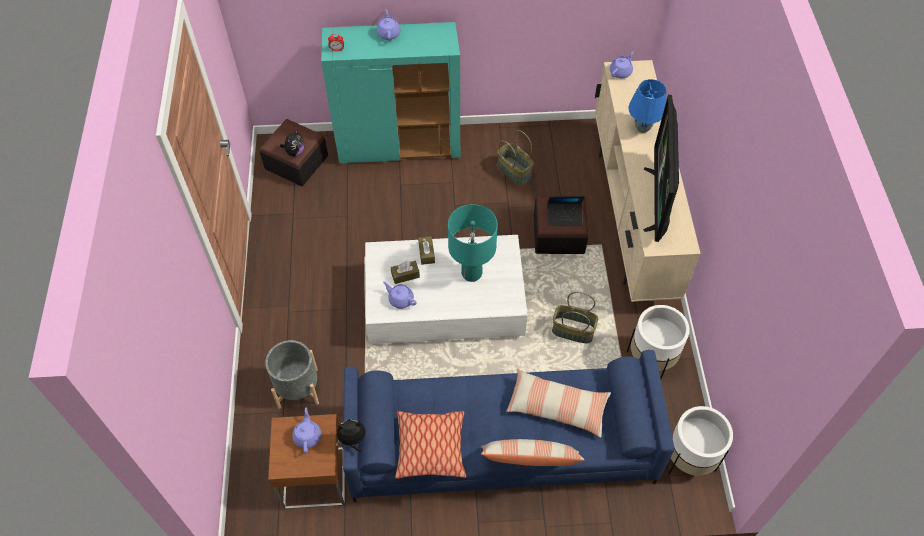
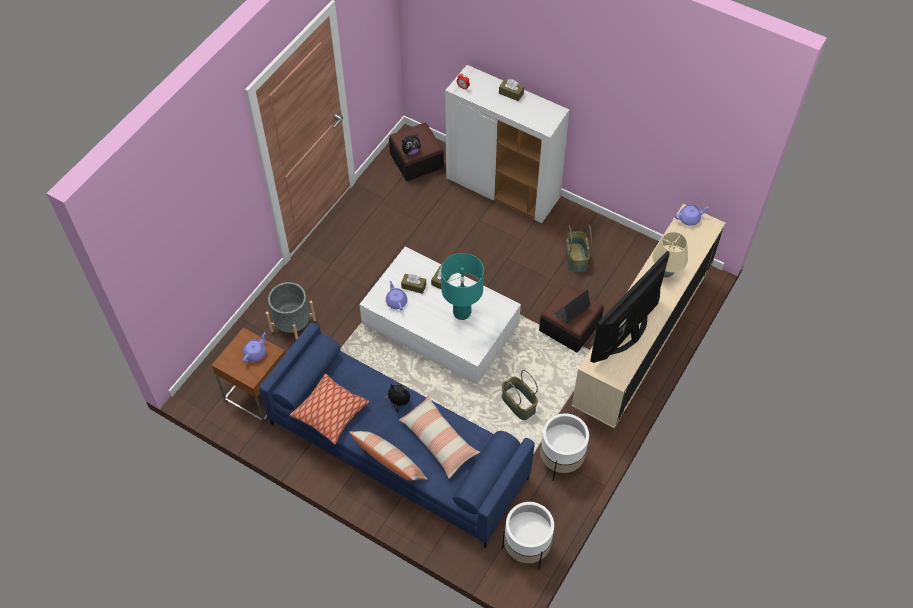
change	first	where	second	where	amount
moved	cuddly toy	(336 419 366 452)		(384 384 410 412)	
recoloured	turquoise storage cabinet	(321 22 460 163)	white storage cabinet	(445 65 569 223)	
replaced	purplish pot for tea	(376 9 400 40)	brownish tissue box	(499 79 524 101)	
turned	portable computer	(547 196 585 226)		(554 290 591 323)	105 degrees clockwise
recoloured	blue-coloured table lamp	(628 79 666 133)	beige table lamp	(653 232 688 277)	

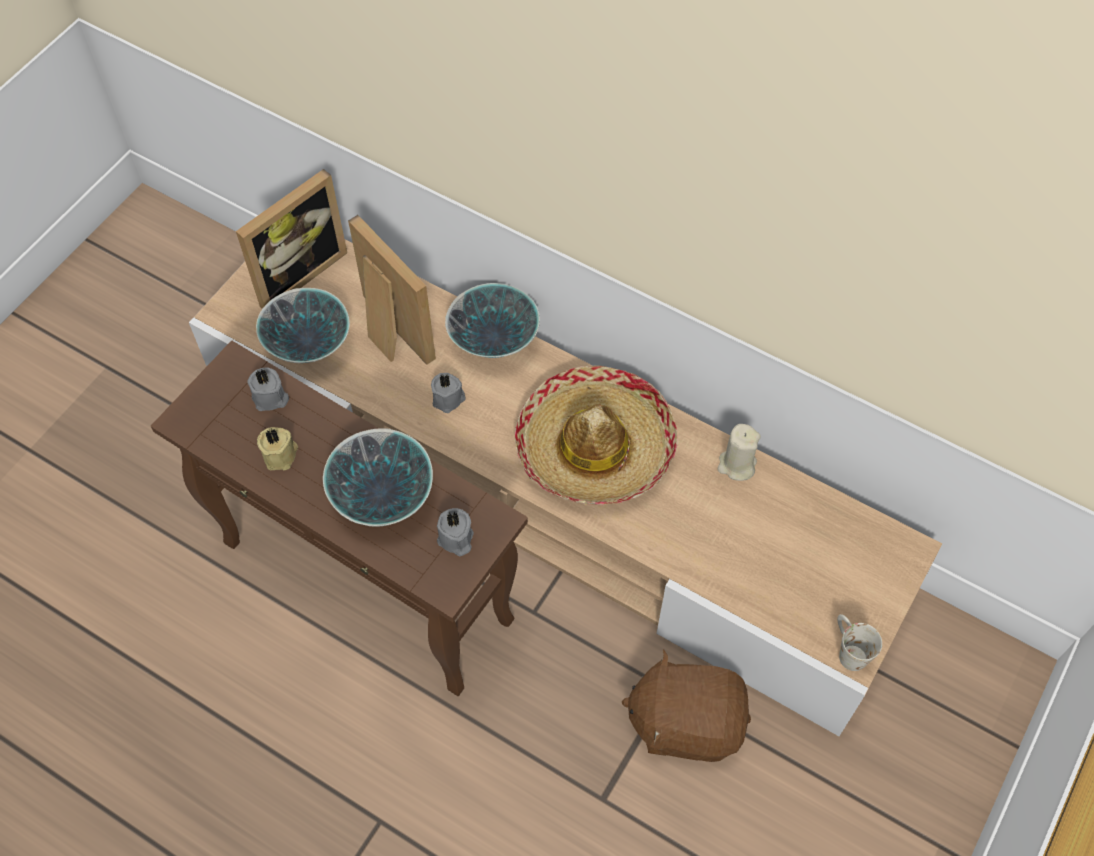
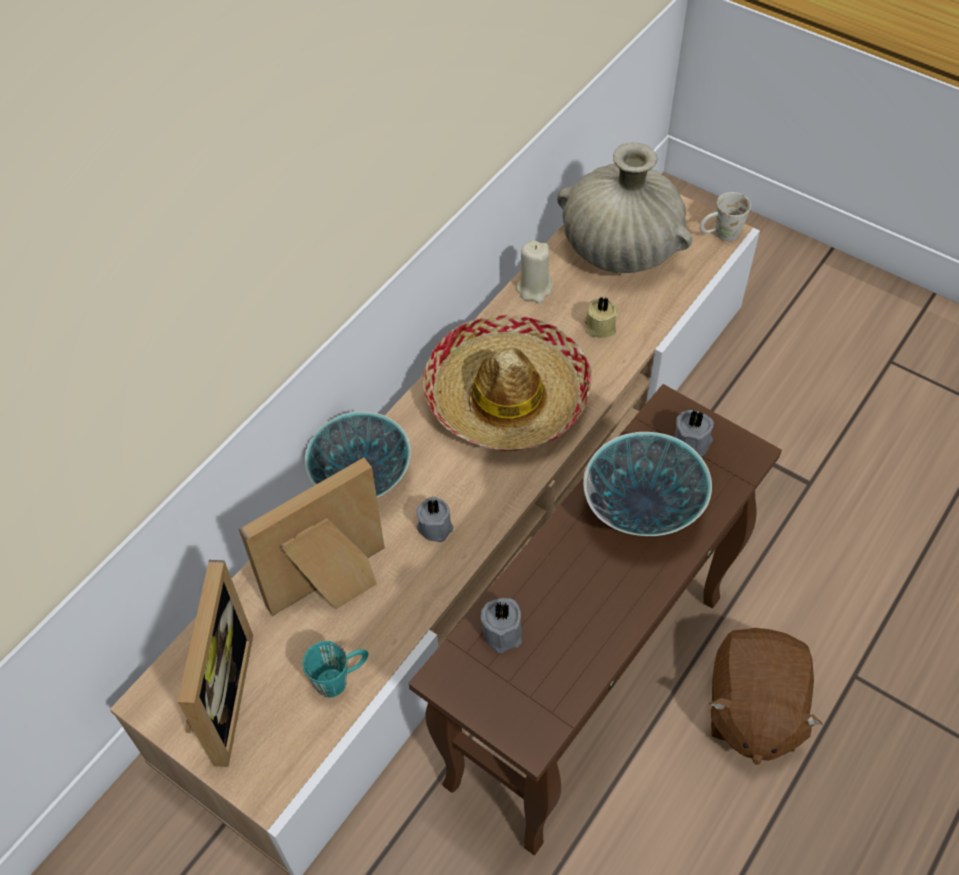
change	first	where	second	where	amount
turned	picture frame	(236 169 347 309)		(178 560 253 767)	45 degrees clockwise
replaced	bowl	(256 288 350 363)	turquoise mug	(303 641 368 697)	
added			beige decorative vase	(557 143 692 273)	
moved	beige candle	(257 427 298 470)		(584 296 617 338)	
moved	brownish cuddly toy	(622 649 751 762)		(709 628 823 765)	

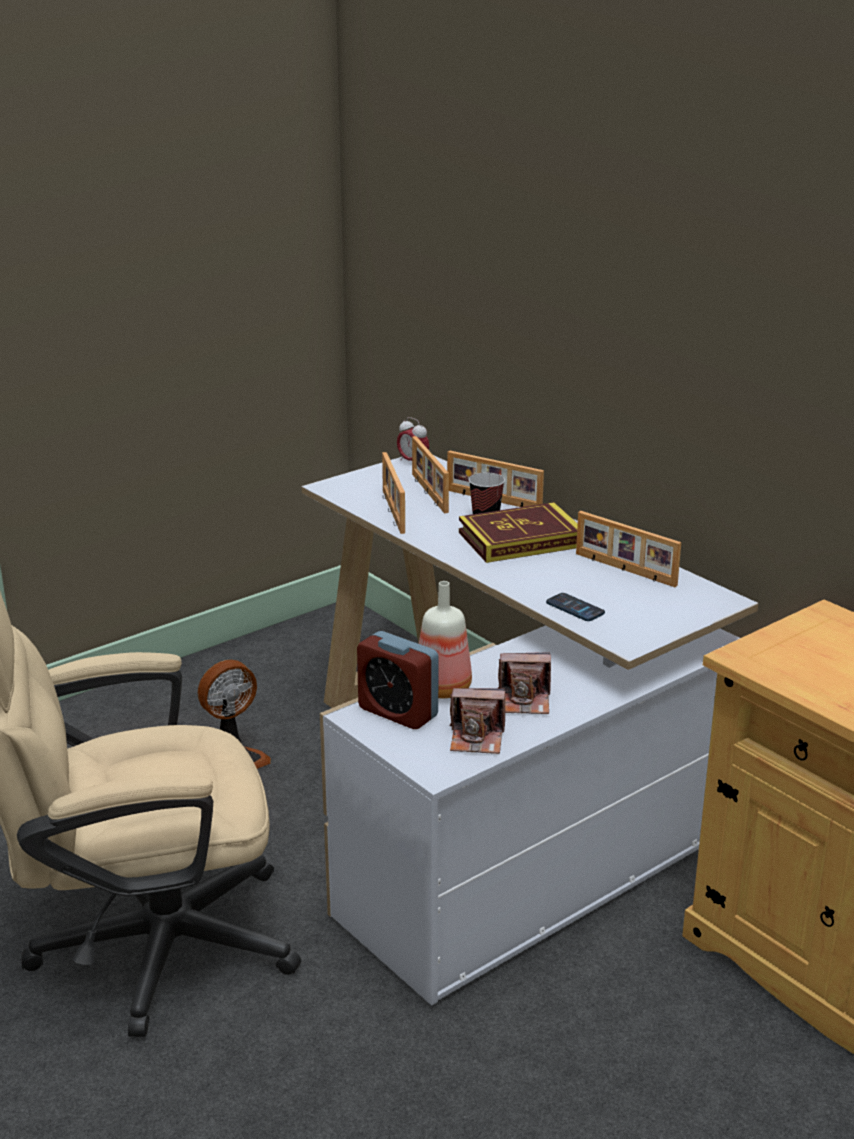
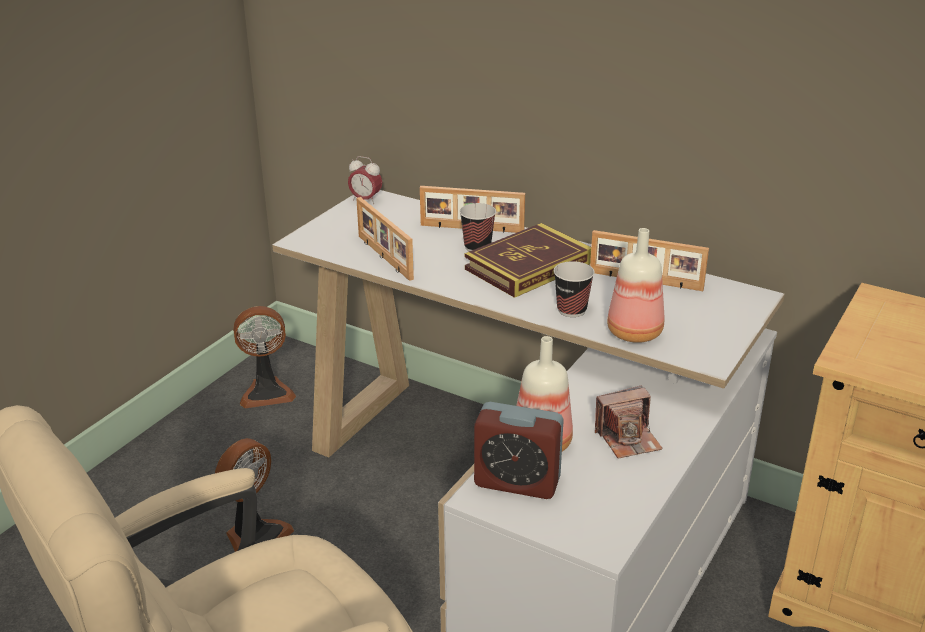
change	first	where	second	where	amount
added			fan	(233 306 296 408)	
added			drinking cup	(554 261 595 317)	
replaced	telephone	(546 593 605 621)	drink bottle	(607 228 664 343)	
removed	picture frame	(412 436 449 513)			
removed	still camera	(450 688 505 754)			

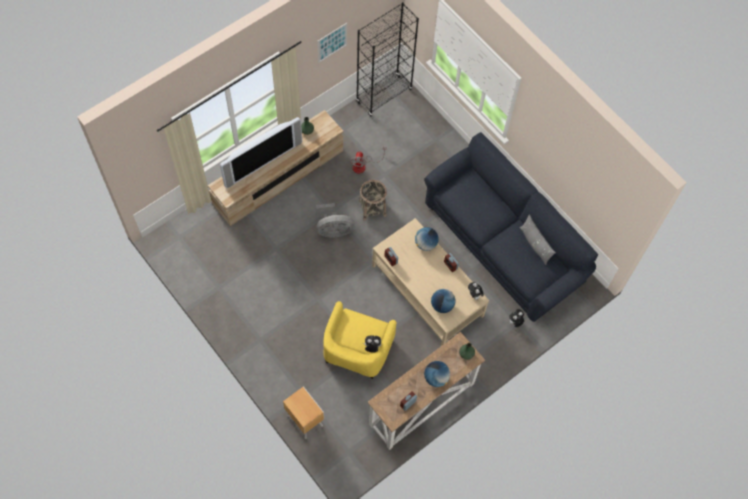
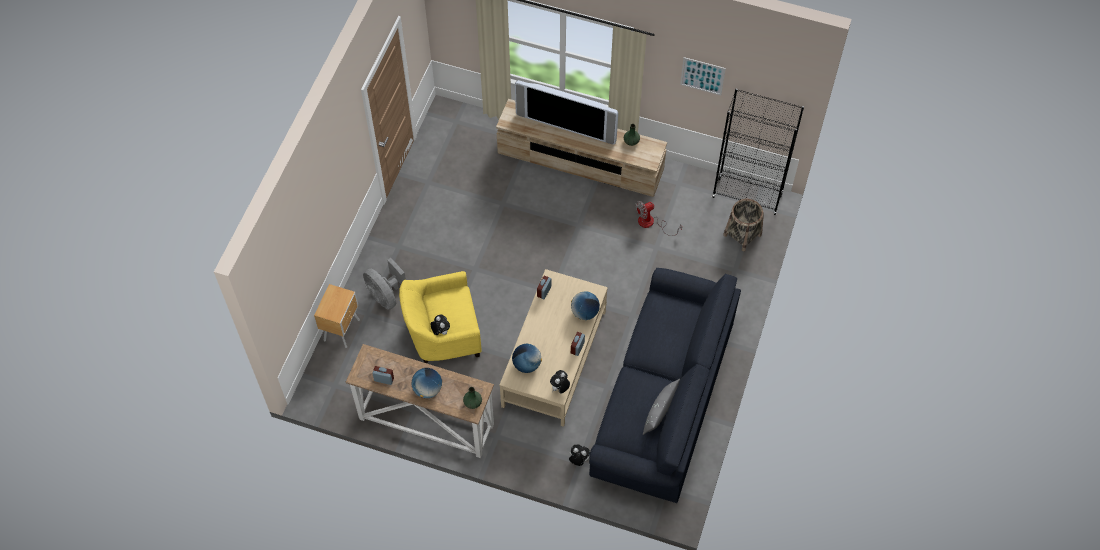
change	first	where	second	where	amount
moved	grey fan	(316 203 355 237)		(363 258 406 310)	
moved	household basket	(359 180 387 221)		(723 199 764 251)	

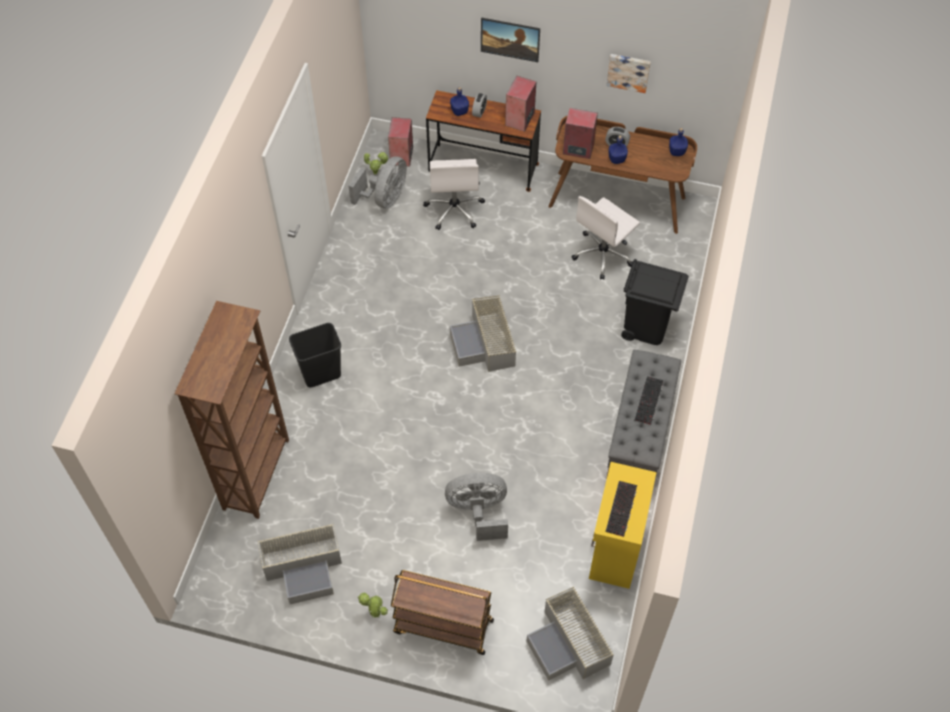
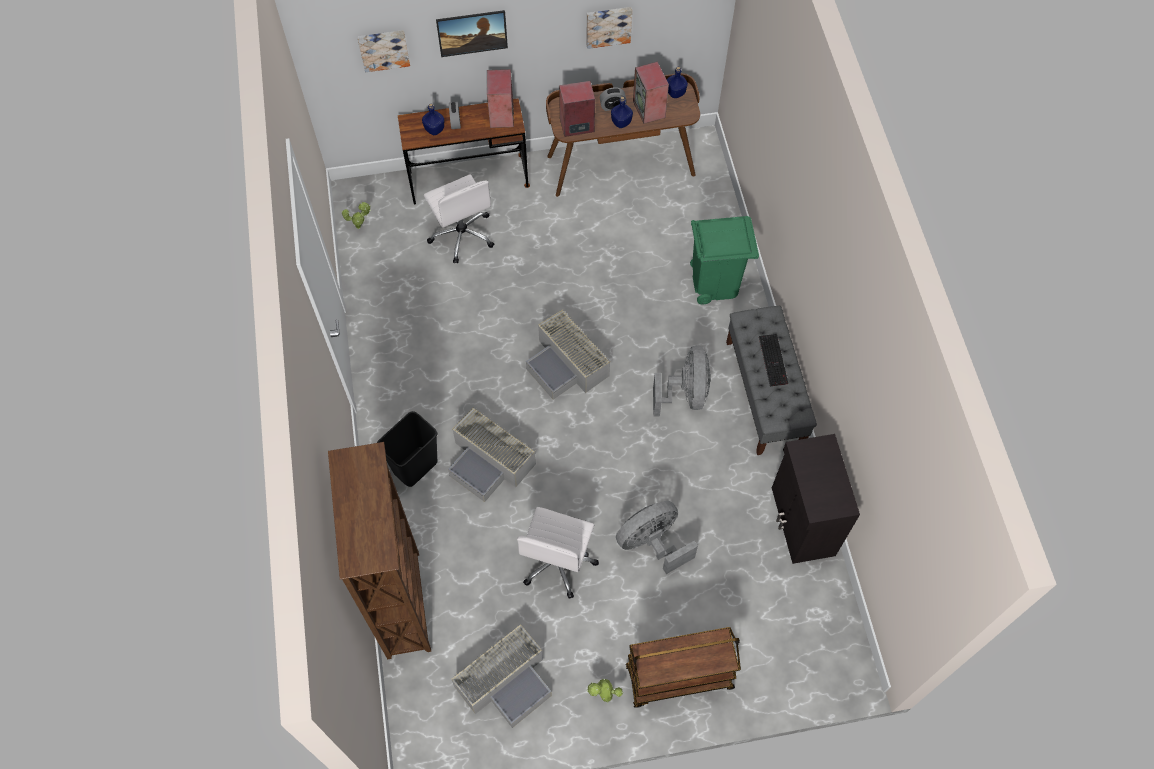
change	first	where	second	where	amount
added			wall art	(358 30 410 72)	
moved	grey storage box	(526 586 614 681)		(448 407 536 502)	
moved	white office chair	(571 196 640 280)		(517 507 599 599)	
moved	loudspeaker	(388 117 413 167)		(633 62 669 124)	
moved	grey fan	(349 156 407 209)		(653 345 711 417)	
recoloured	black trash can	(621 259 689 345)	green trash can	(690 216 759 304)	
recoloured	yellow storage cabinet	(589 462 657 589)	black storage cabinet	(772 434 860 564)	
removed	computer keyboard	(605 481 637 537)			

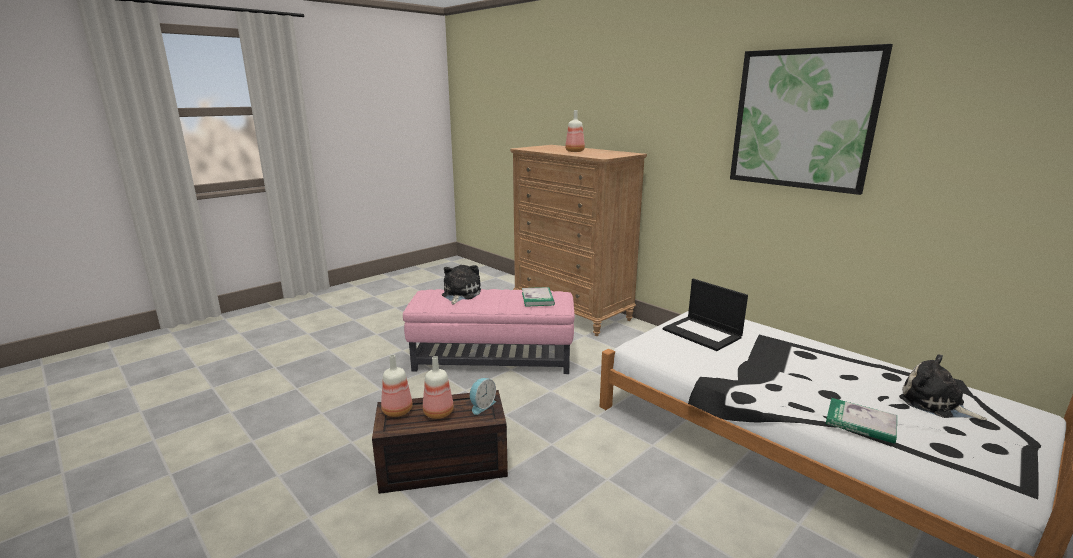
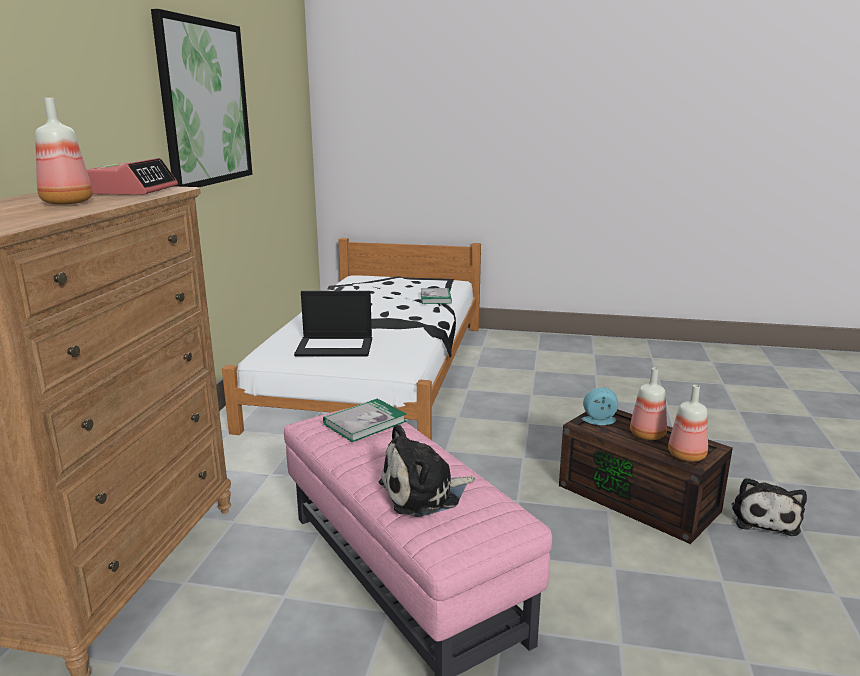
change	first	where	second	where	amount
added			table clock	(87 158 178 195)	
turned	portable computer	(663 279 748 351)		(294 291 372 356)	75 degrees clockwise
moved	cuddly toy	(899 354 987 420)		(732 478 807 536)	

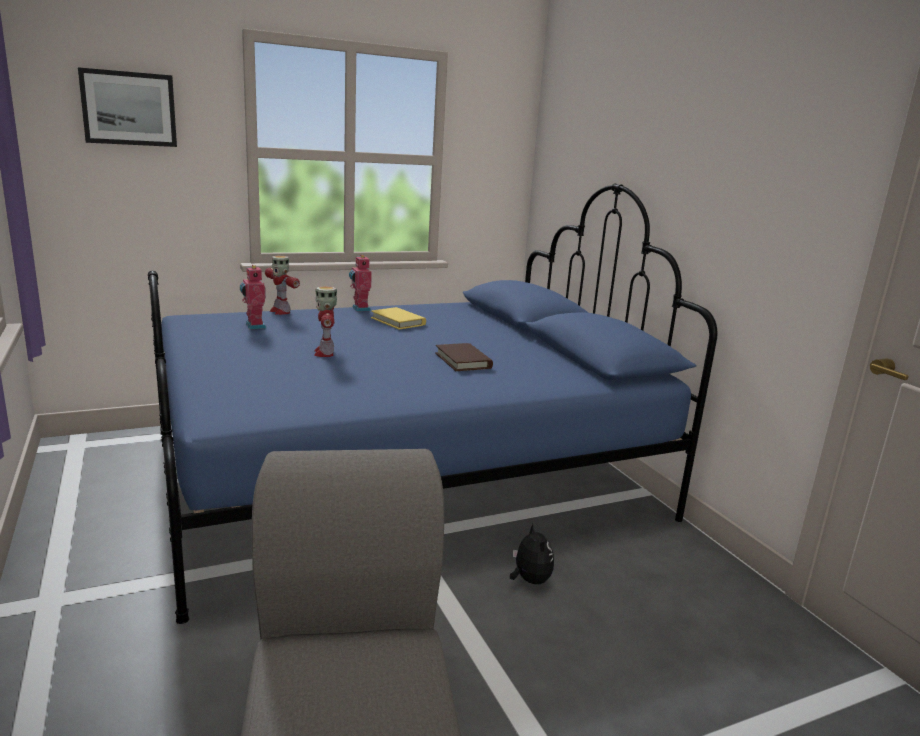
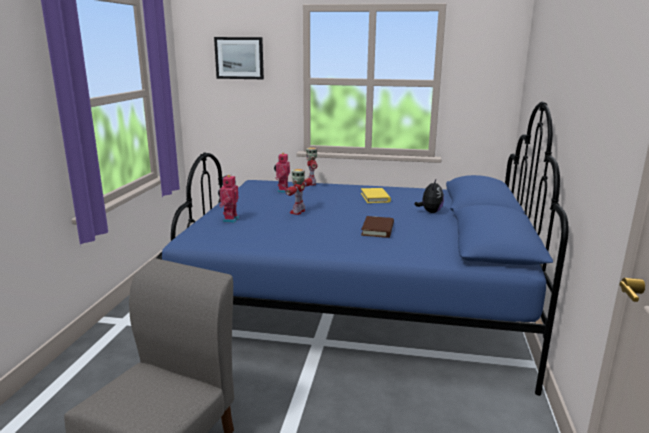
change	first	where	second	where	amount
moved	toy robot	(349 255 372 312)		(218 175 240 223)	
moved	cuddly toy	(510 524 554 584)		(414 180 444 213)	

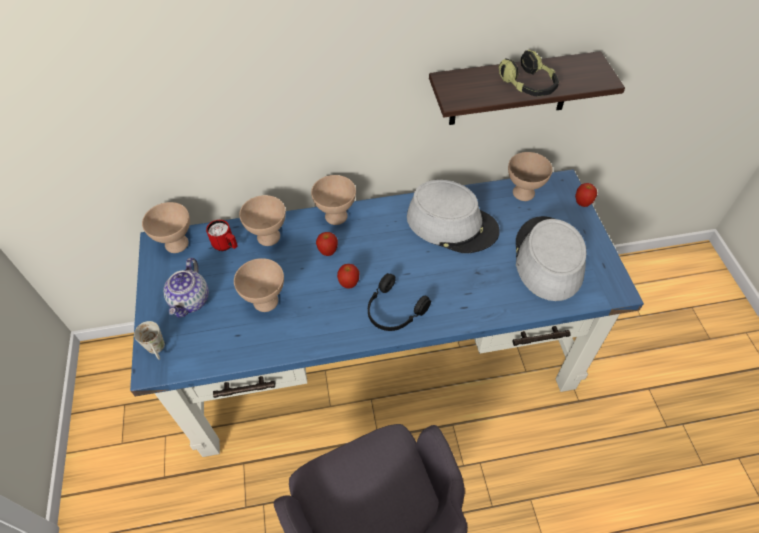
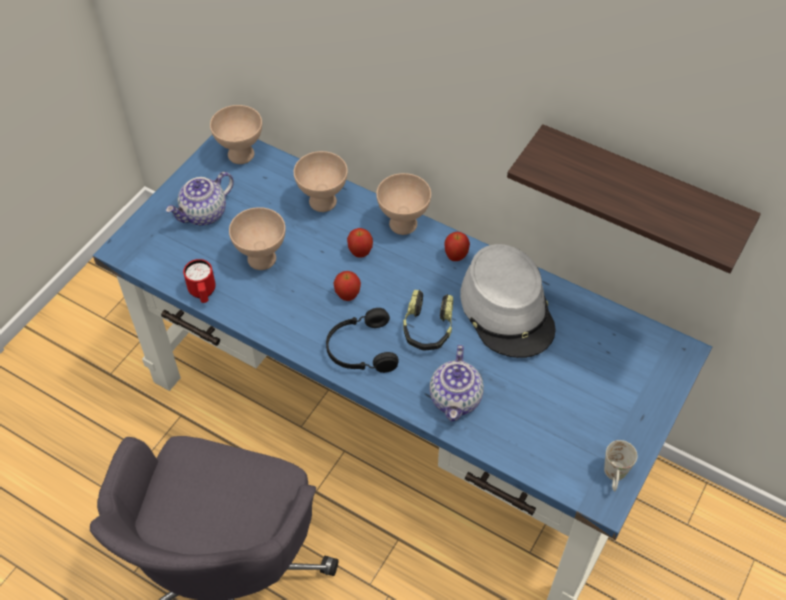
change	first	where	second	where	amount
moved	reddish mug	(206 220 238 251)		(183 259 216 303)	
moved	headset	(499 50 559 96)		(403 290 453 351)	
added			pot for tea	(429 345 484 422)	
moved	apple fruit	(575 183 597 207)		(444 232 470 261)	
moved	white mug	(134 321 165 360)		(604 440 637 491)	
removed	beige bowl	(508 152 553 201)			
removed	grey clothing hat	(516 216 587 301)			

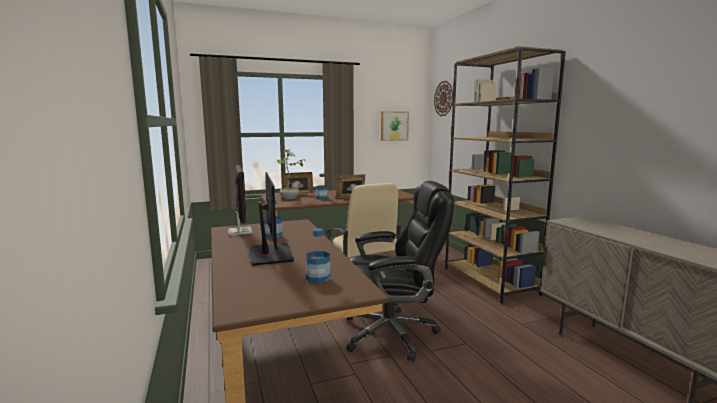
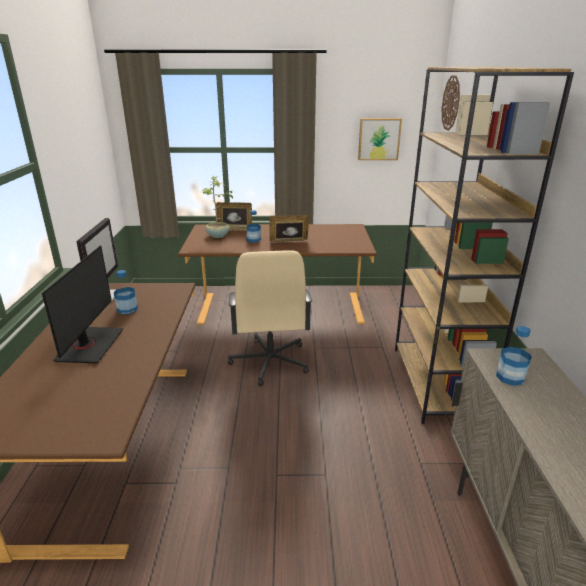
change	first	where	second	where	amount
moved	drink bottle	(306 228 330 283)		(496 326 532 386)	
removed	black office chair	(346 181 454 362)			

